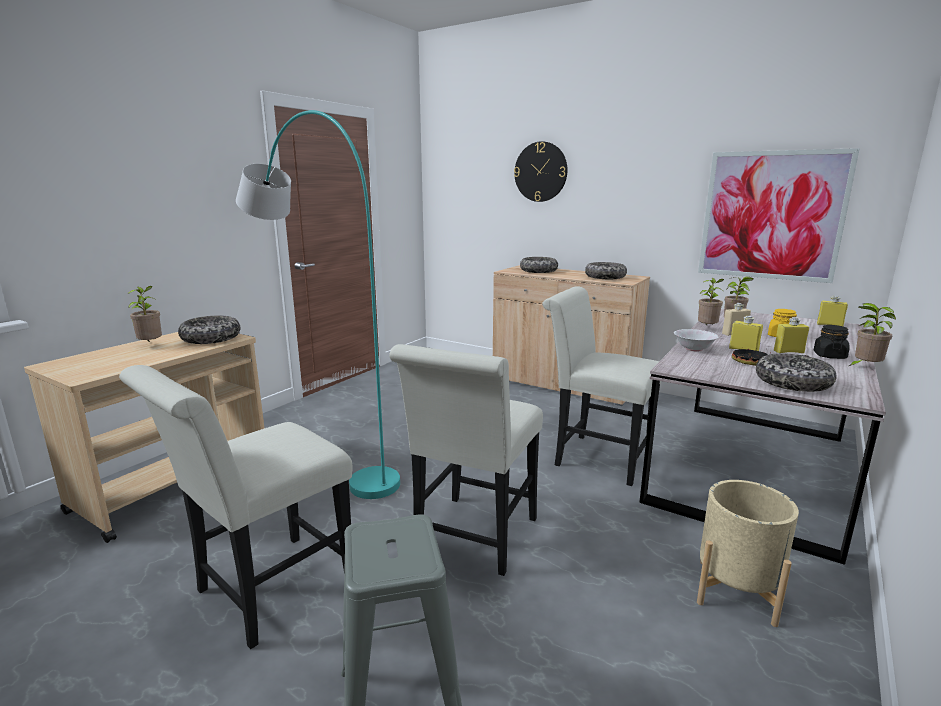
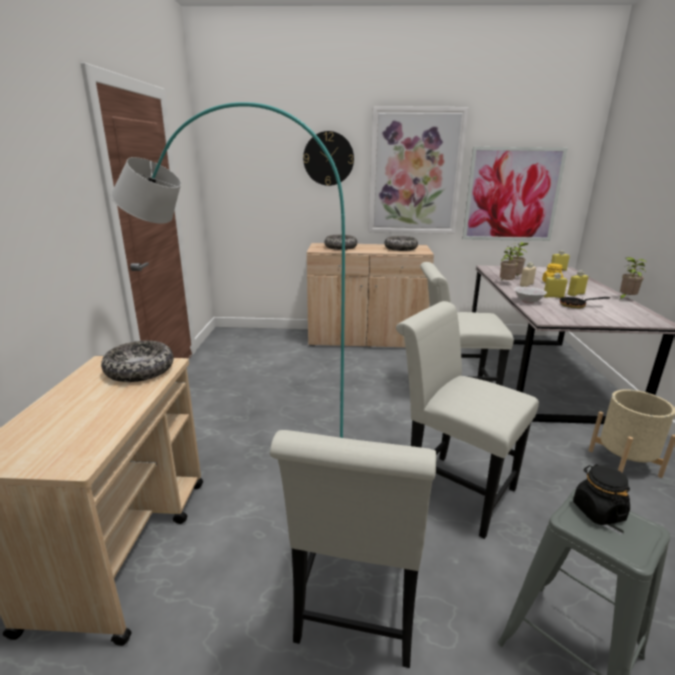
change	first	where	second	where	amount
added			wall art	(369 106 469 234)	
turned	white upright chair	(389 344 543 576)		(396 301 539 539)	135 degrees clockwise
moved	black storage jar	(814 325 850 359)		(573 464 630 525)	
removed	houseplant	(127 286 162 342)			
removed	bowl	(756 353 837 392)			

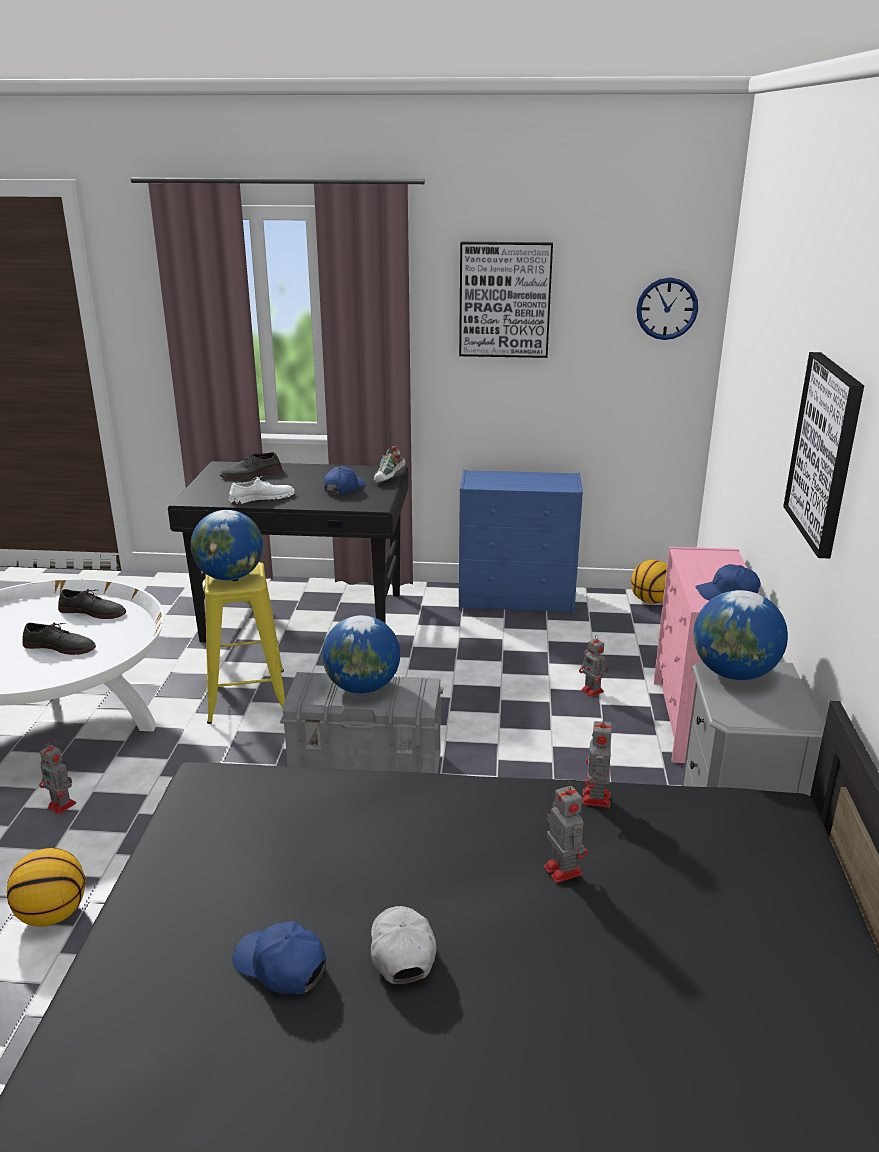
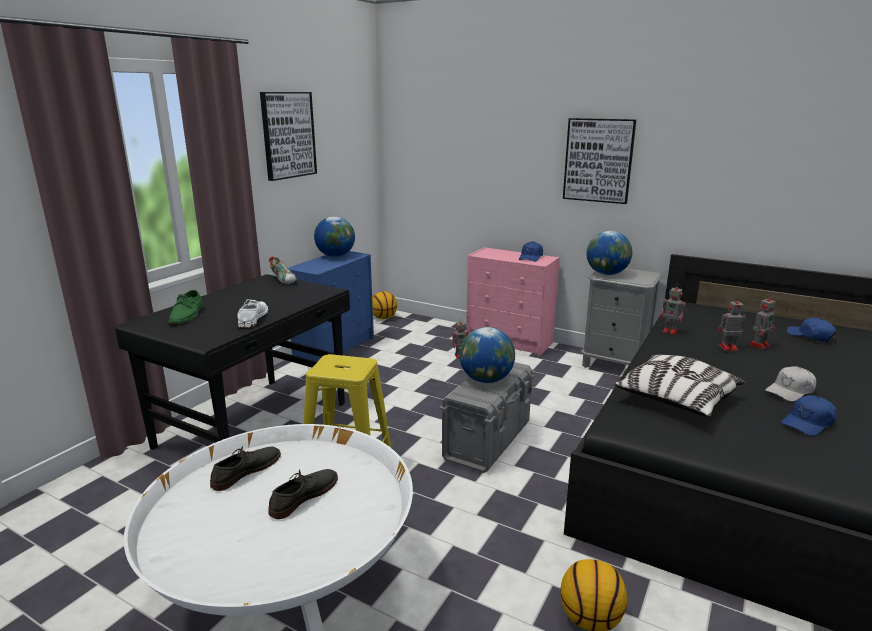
change	first	where	second	where	amount
recoloured	grey low shoe	(220 452 282 479)	green low shoe	(168 290 204 324)	
moved	desk globe	(191 510 263 581)		(314 216 355 257)	
added			pillow	(614 355 745 417)	
moved	toy robot	(39 742 76 815)		(749 295 776 349)	
turned	white cap	(371 906 437 984)		(765 366 816 401)	45 degrees counterclockwise
moved	blue-coloured cap	(324 466 366 495)		(787 318 836 342)	
removed	clock on the wall	(636 277 698 340)			

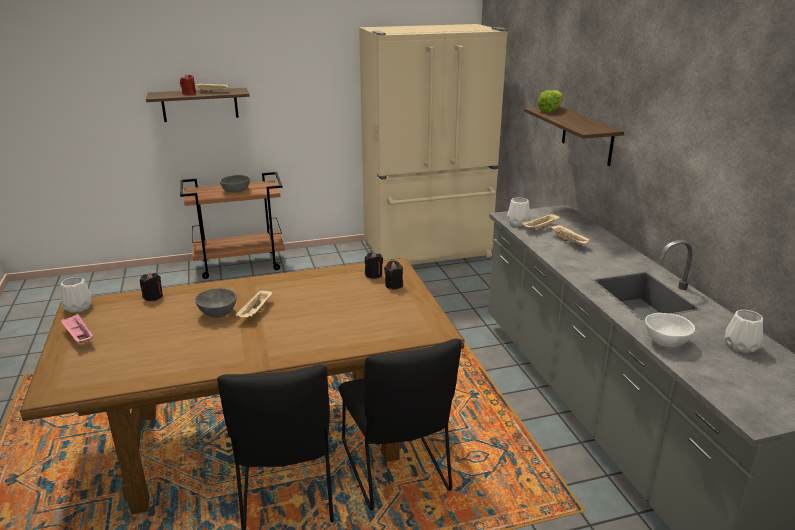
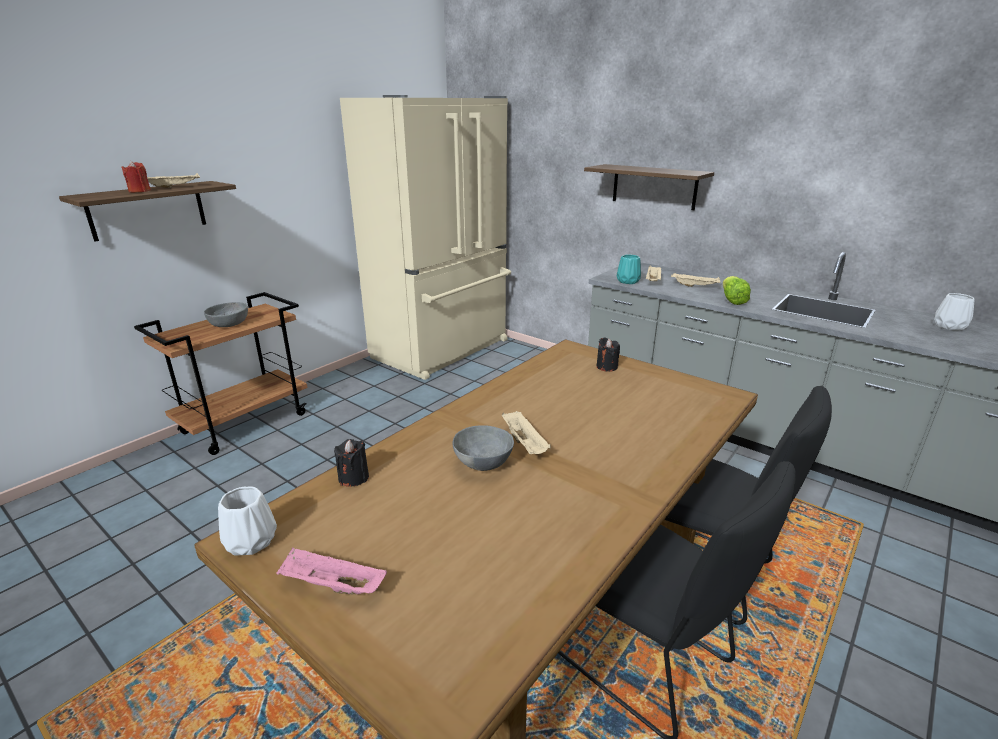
change	first	where	second	where	amount
recoloured	white decorative vase	(507 197 530 226)	turquoise decorative vase	(616 255 641 284)	
moved	lettuce	(537 90 563 113)		(723 276 751 305)	
removed	black candle	(365 252 383 279)			
removed	white bowl	(645 313 695 347)			

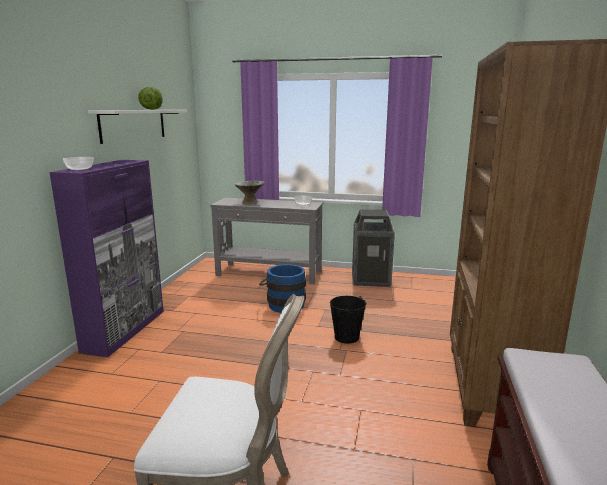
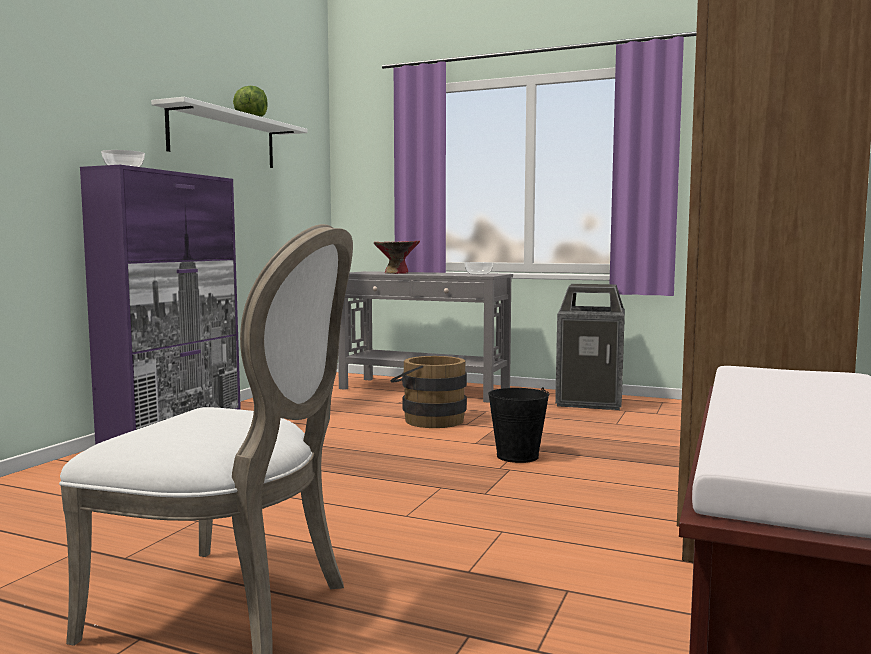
change	first	where	second	where	amount
recoloured	grey bowl	(235 181 265 205)	reddish bowl	(374 241 420 274)	
recoloured	blue-coloured pail	(259 264 306 313)	brownish pail	(391 356 467 428)	

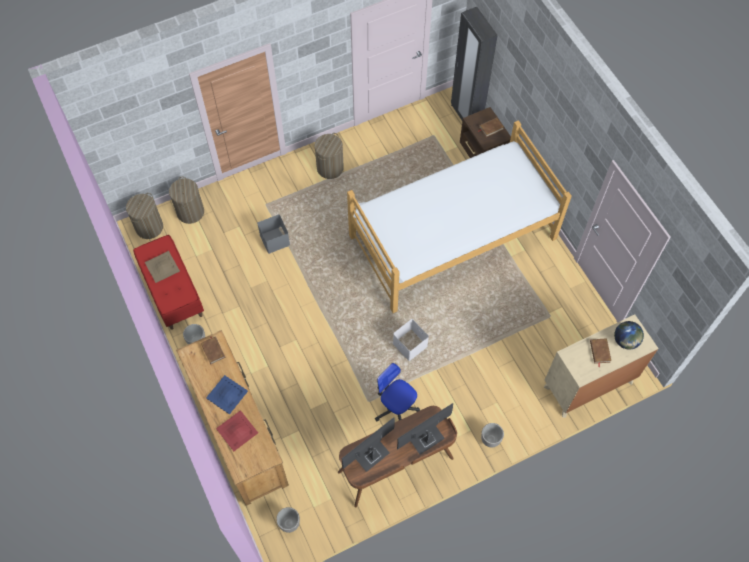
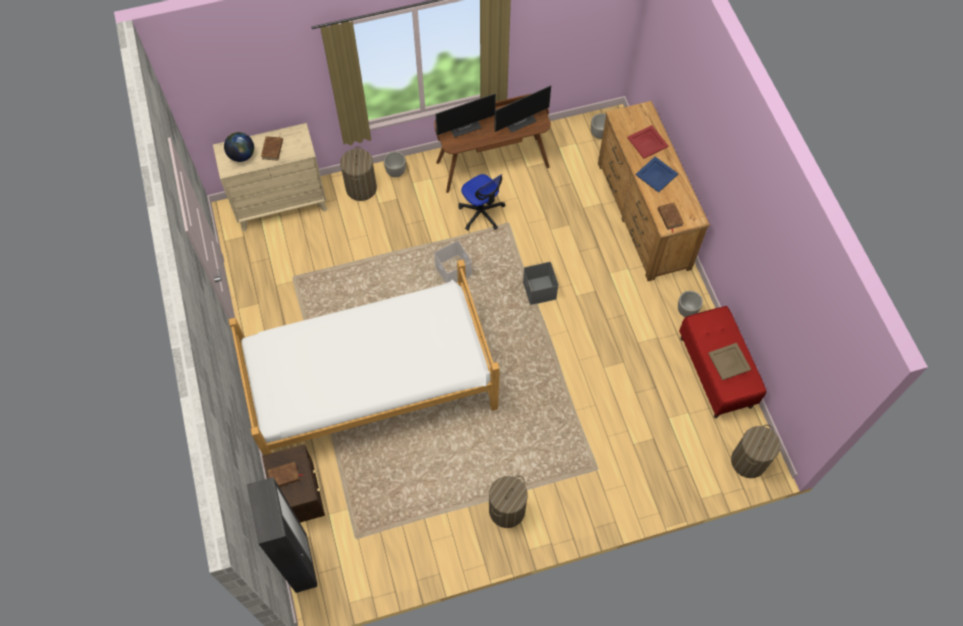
change	first	where	second	where	amount
moved	laundry basket	(169 176 204 224)		(340 146 377 201)	
moved	grey storage box	(257 214 290 254)		(523 262 558 305)	

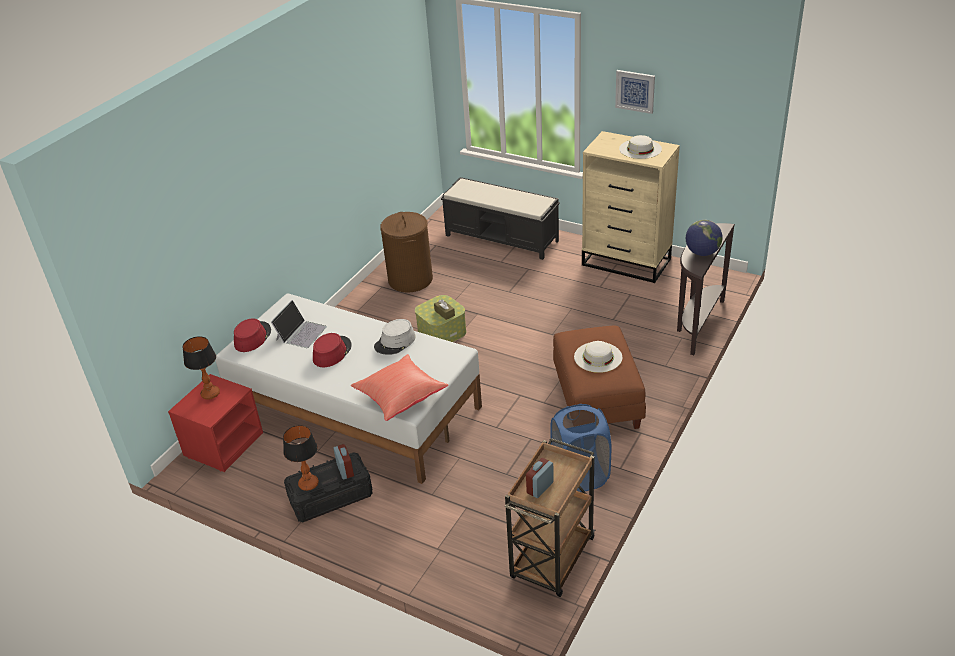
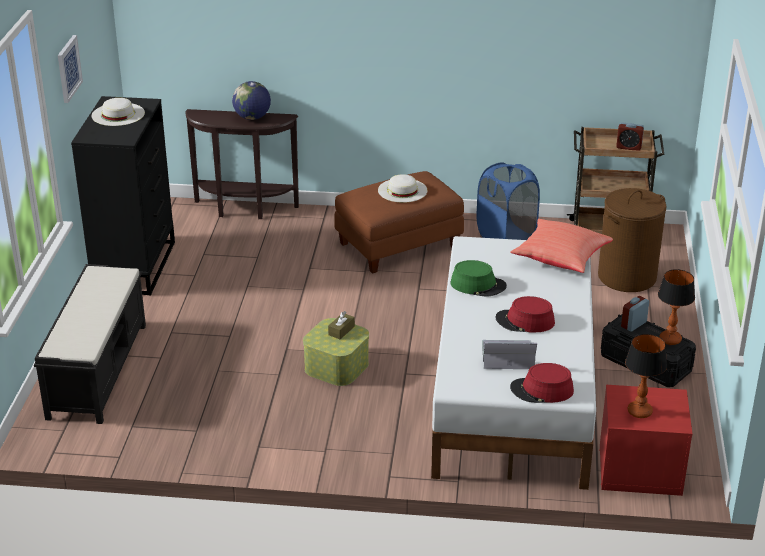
change	first	where	second	where	amount
recoloured	beige dresser	(582 131 680 283)	black dresser	(71 96 175 295)	
recoloured	grey clothing hat	(374 319 416 355)	green clothing hat	(450 260 507 297)	
moved	brownish laundry basket	(380 212 433 293)		(598 188 667 292)	

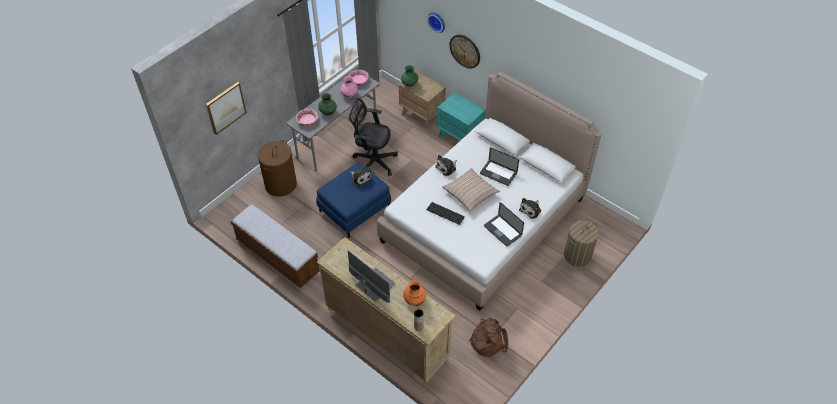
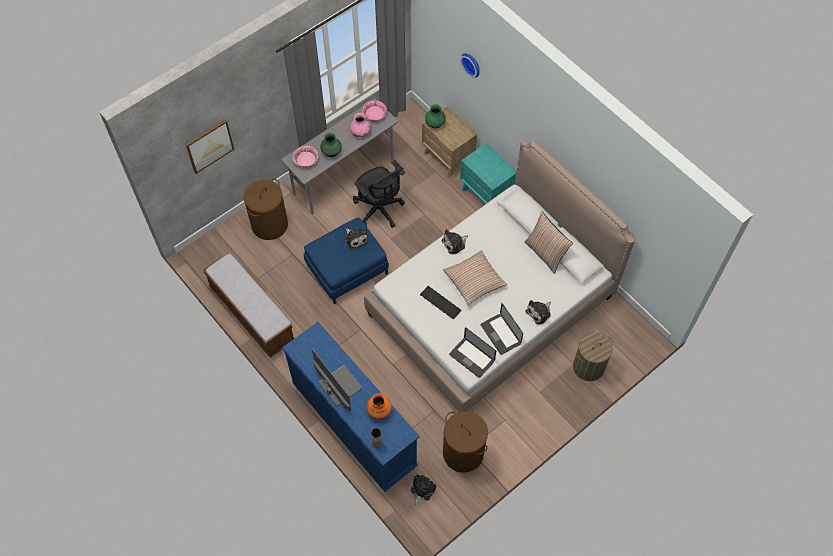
change	first	where	second	where	amount
recoloured	beige dresser	(317 237 455 384)	blue-coloured dresser	(282 322 420 492)	
turned	black office chair	(349 98 398 176)		(353 160 405 228)	150 degrees counterclockwise
added			cuddly toy	(411 474 437 506)	
replaced	brownish rucksack	(468 318 508 357)	brownish laundry basket	(443 411 488 473)	
moved	portable computer	(480 147 519 186)		(449 327 496 378)	
added			pillow	(524 211 573 274)	
removed	clock on the wall	(449 35 480 69)			

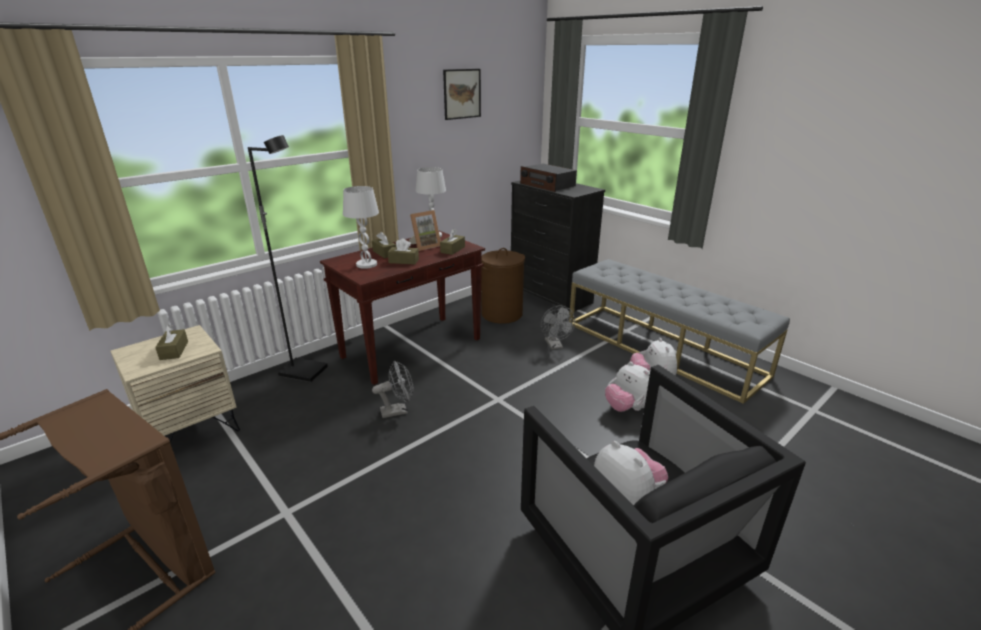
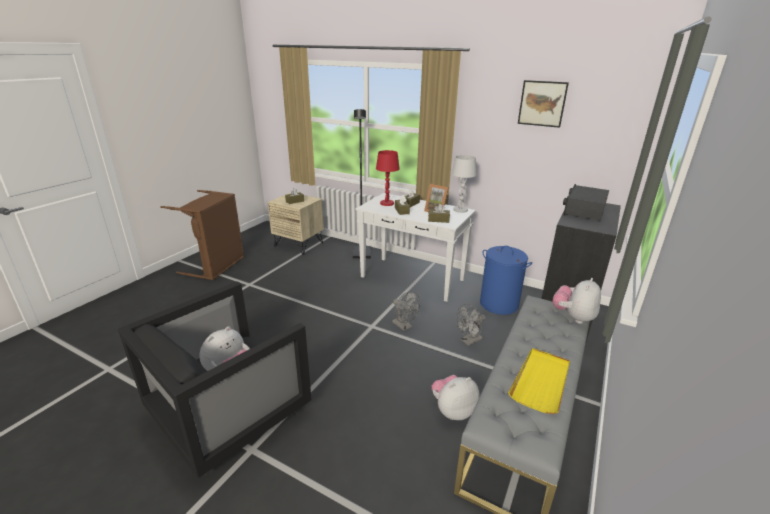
change	first	where	second	where	amount
recoloured	brownish hall table	(320 231 485 385)	white hall table	(356 193 476 302)	
recoloured	white table lamp	(343 186 379 269)	reddish table lamp	(376 150 400 206)	
moved	grey fan	(372 361 413 418)		(392 291 420 331)	
recoloured	brownish laundry basket	(481 248 525 324)	blue-coloured laundry basket	(480 246 532 315)	
added			yellow tray	(508 348 570 414)	
moved	cuddly toy	(605 362 650 412)		(552 278 601 324)	

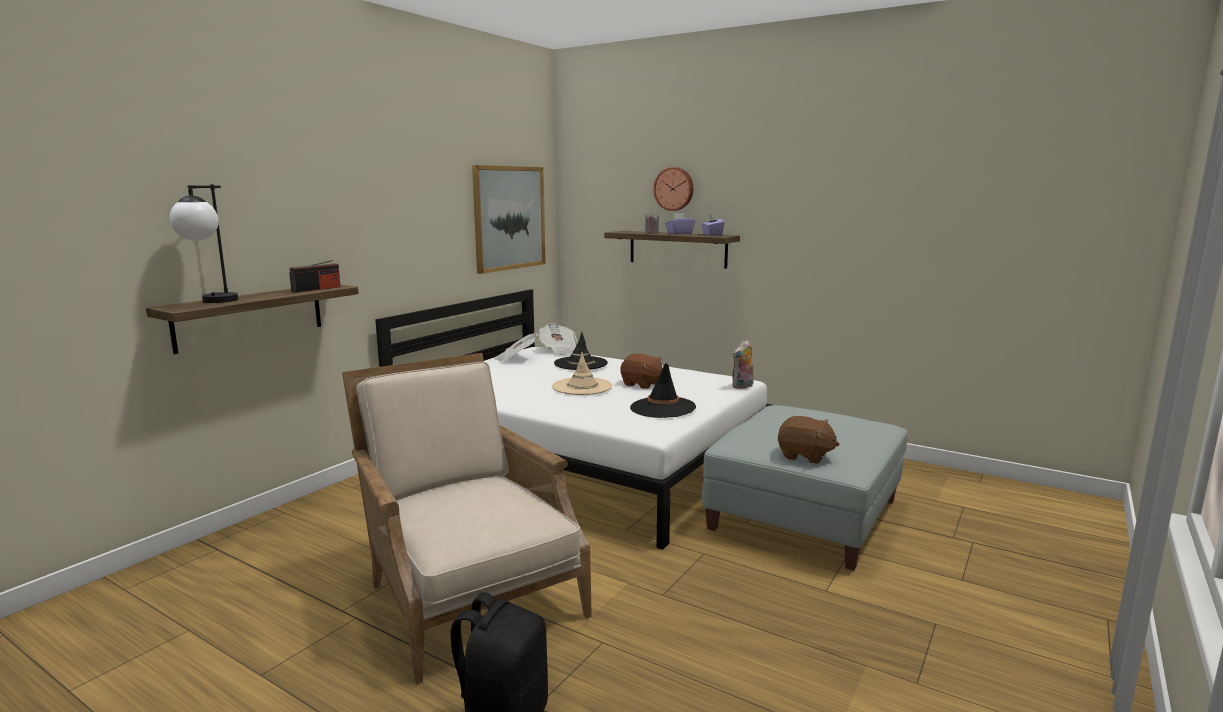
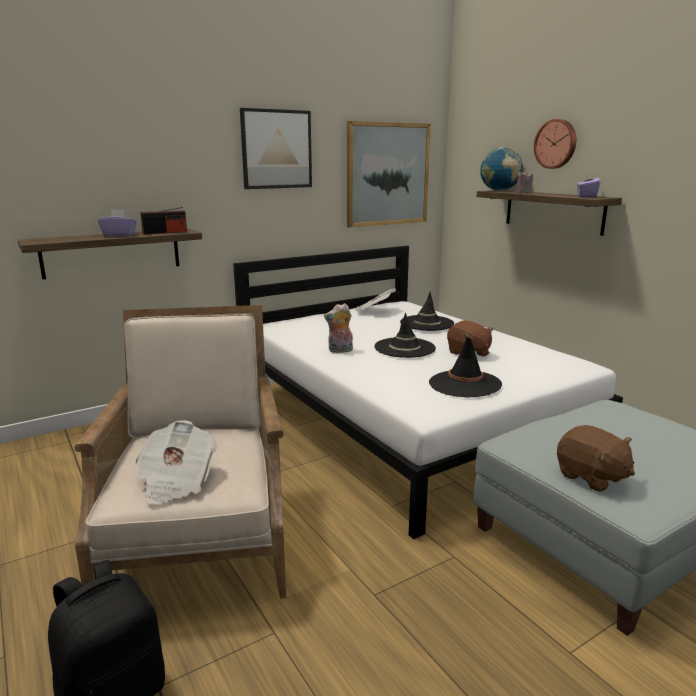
change	first	where	second	where	amount
moved	purplish tissue box	(665 213 695 234)		(98 209 137 236)	
moved	printed paper	(539 323 578 355)		(136 420 217 504)	
added			wall art	(240 108 312 189)	
moved	cuddly toy	(732 340 754 389)		(324 303 353 353)	
recoloured	beige clothing hat	(552 352 612 395)	black clothing hat	(375 313 436 358)	
added			desk globe	(480 147 523 191)	
removed	table lamp	(170 184 238 303)			

